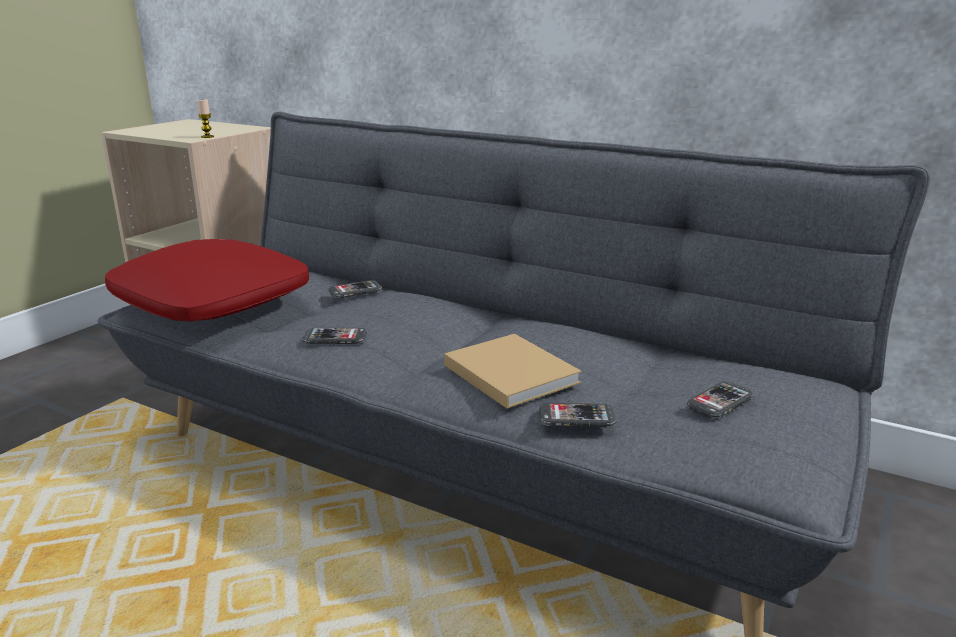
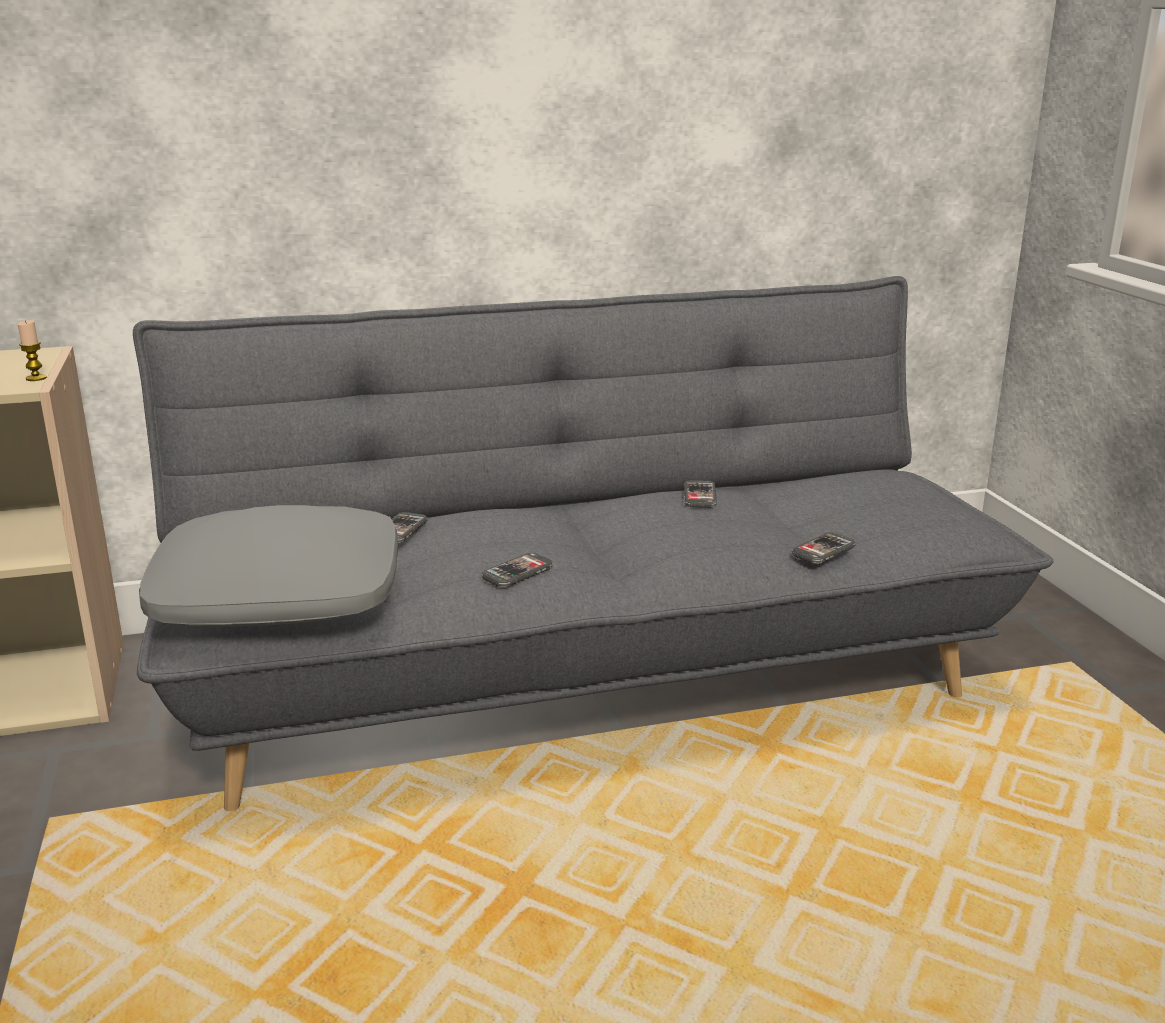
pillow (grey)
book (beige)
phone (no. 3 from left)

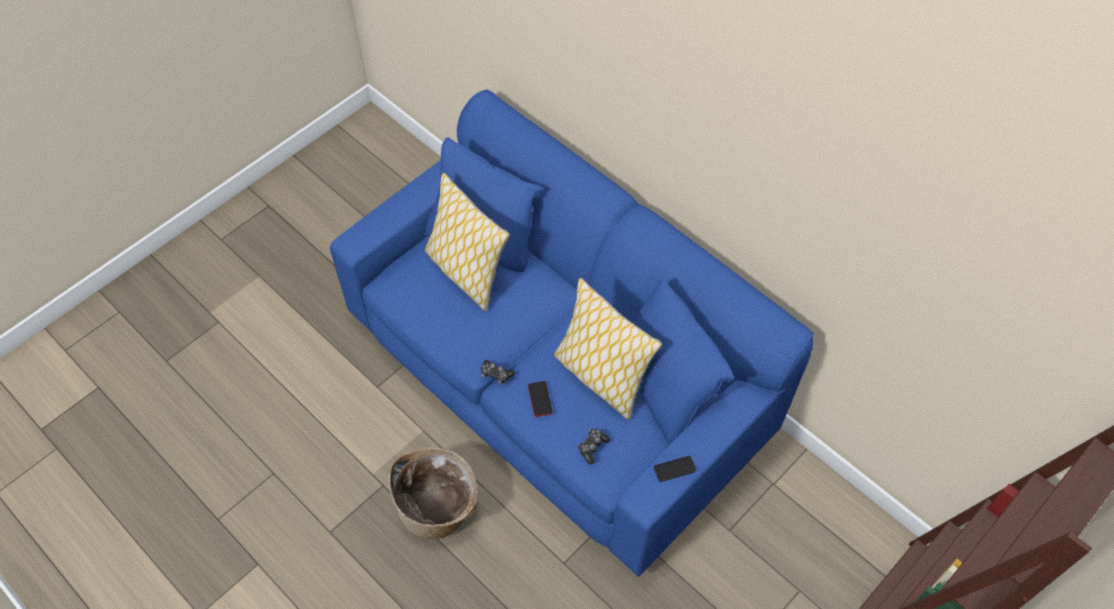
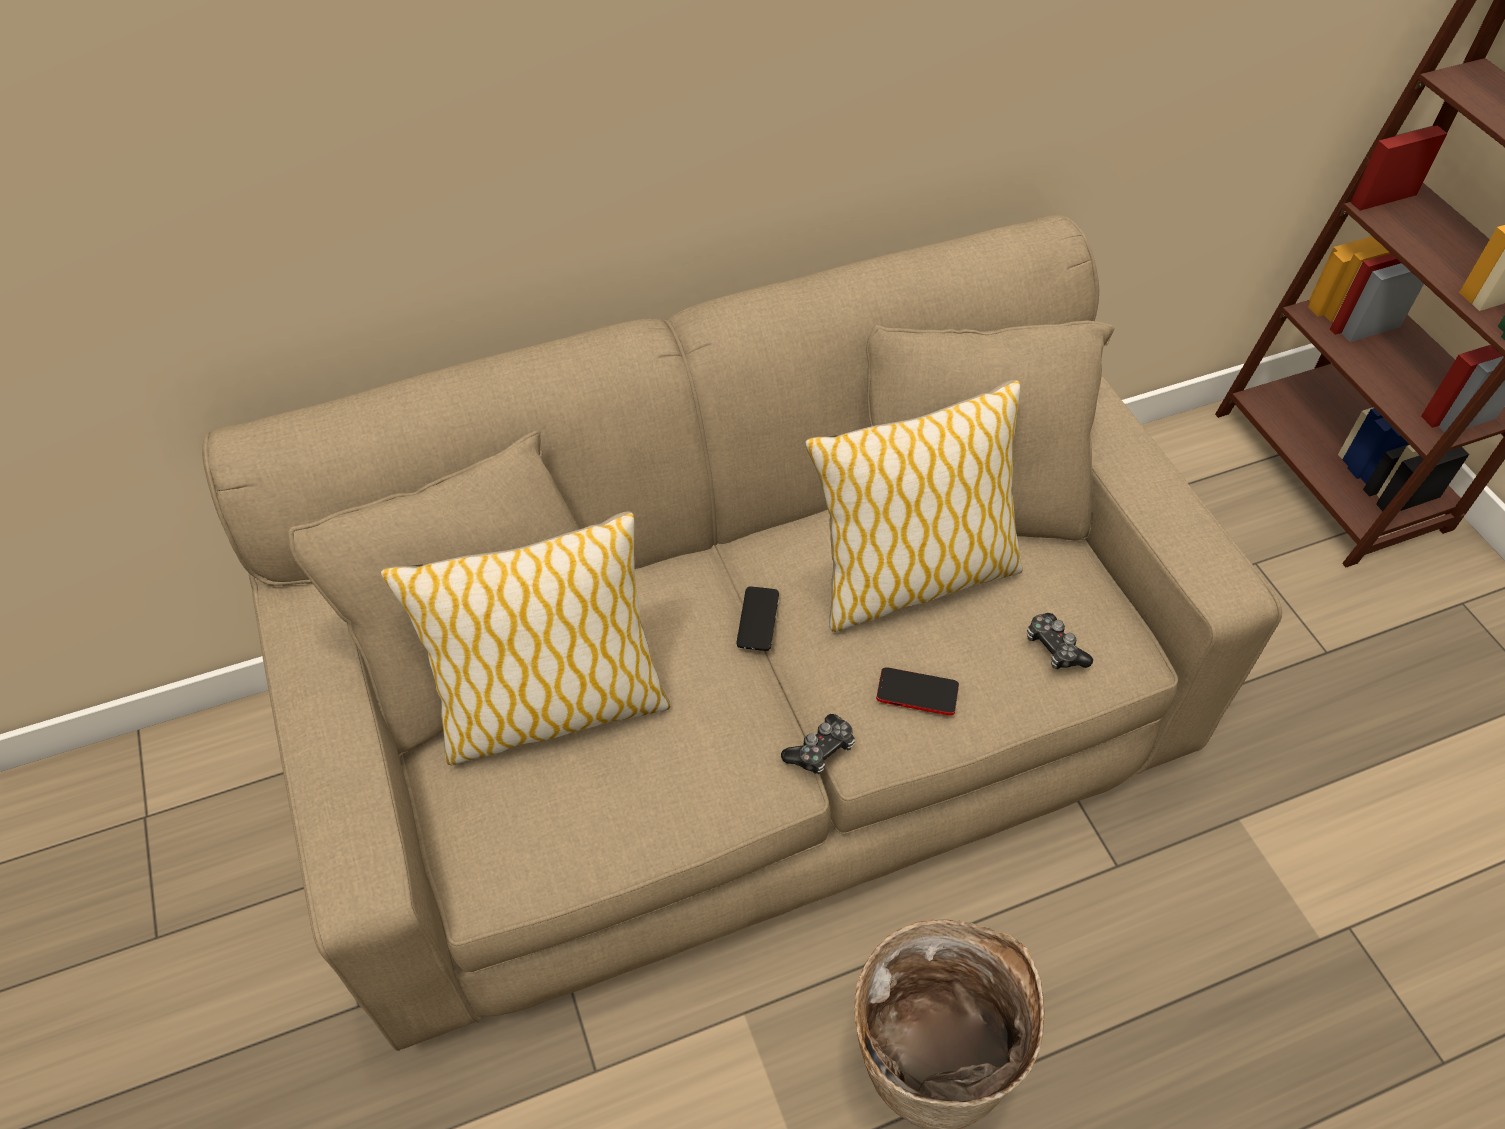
sofa (beige)
phone (no. 1 from left)

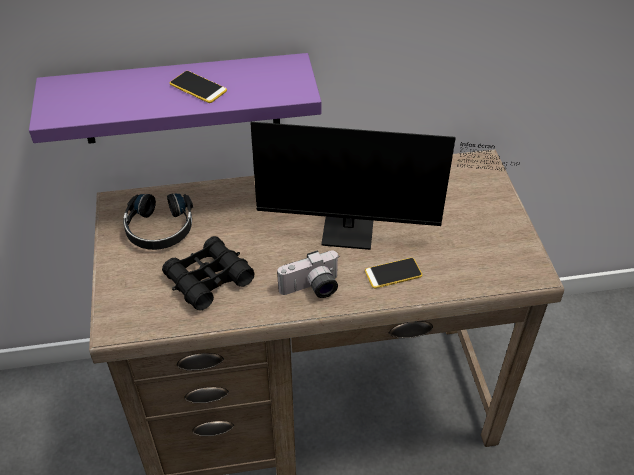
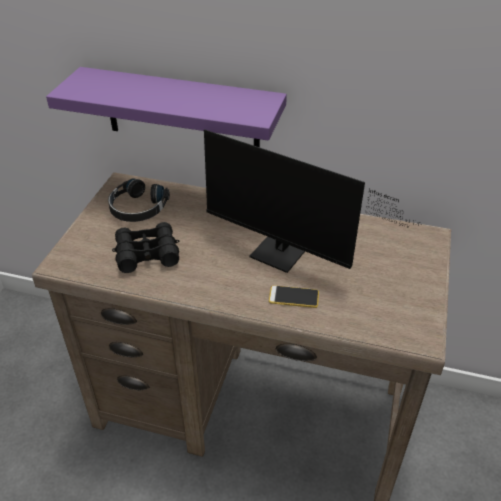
phone (no. 1 from left in the first image)
photo camera

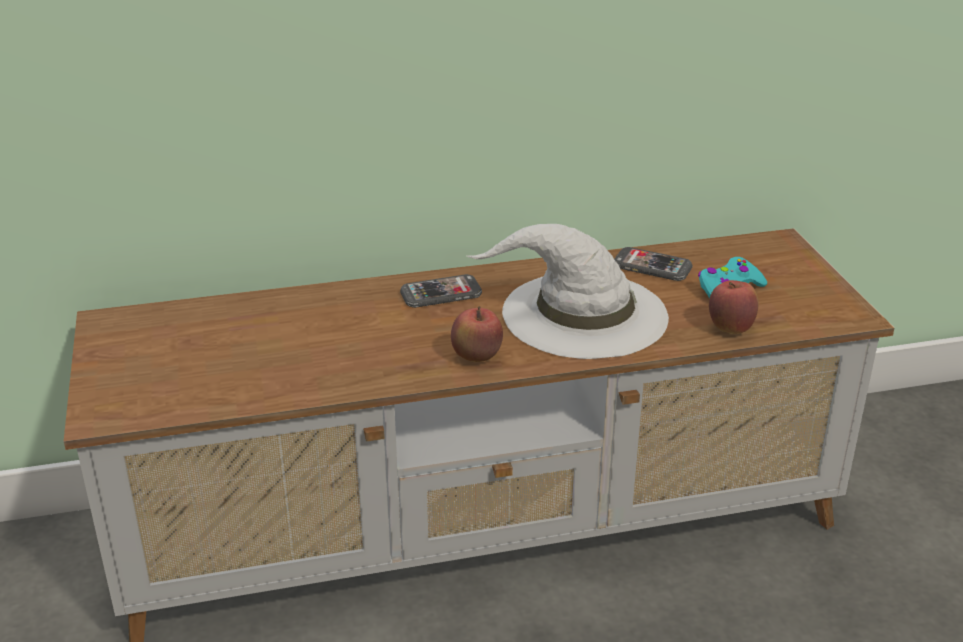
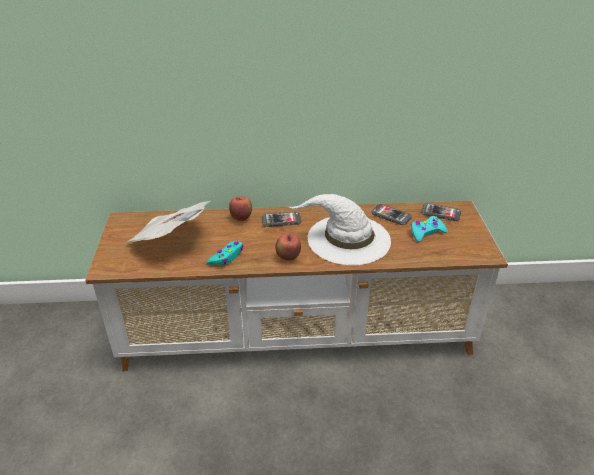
apple (no. 1 from left)
newspaper
phone (no. 3 from left)
game controller (turquoise) (no. 1 from left)

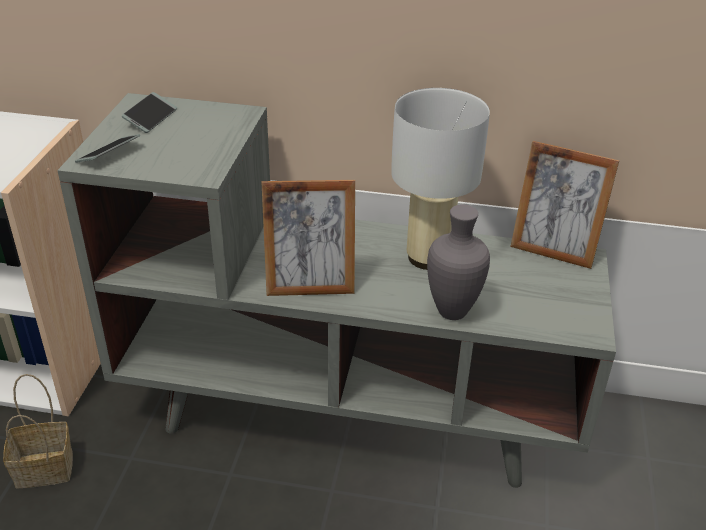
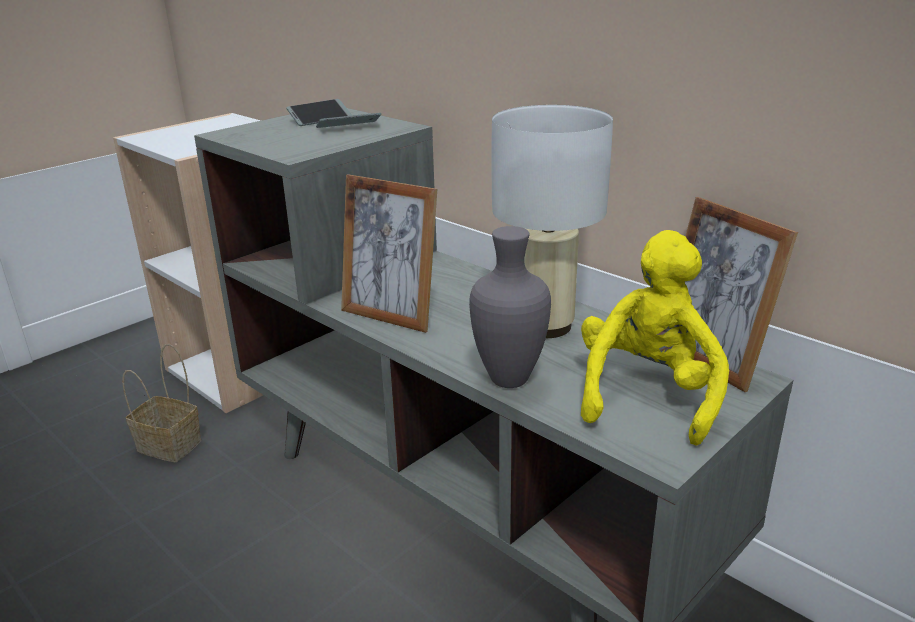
phone (no. 2 from left)
plush toy (yellow)

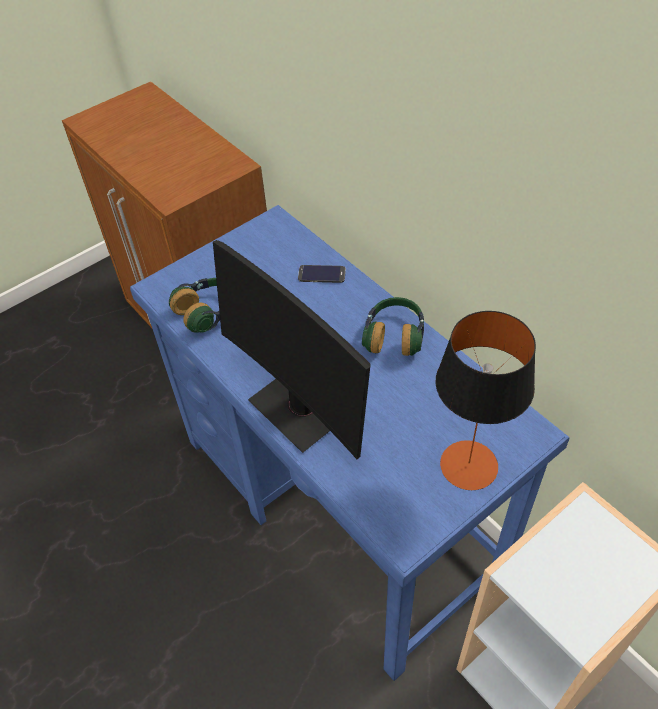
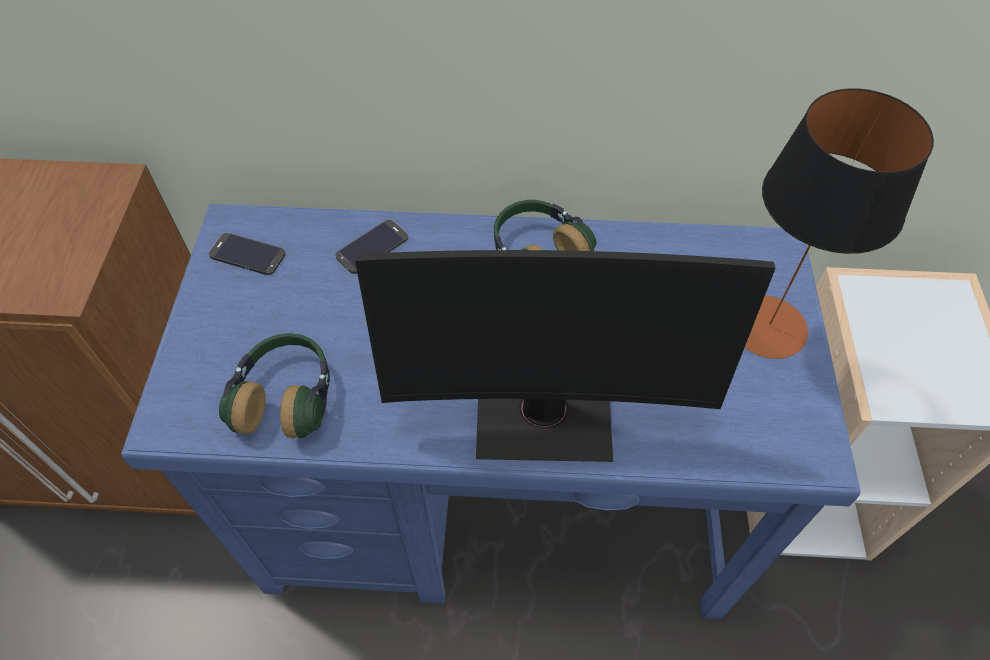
phone (no. 1 from left)

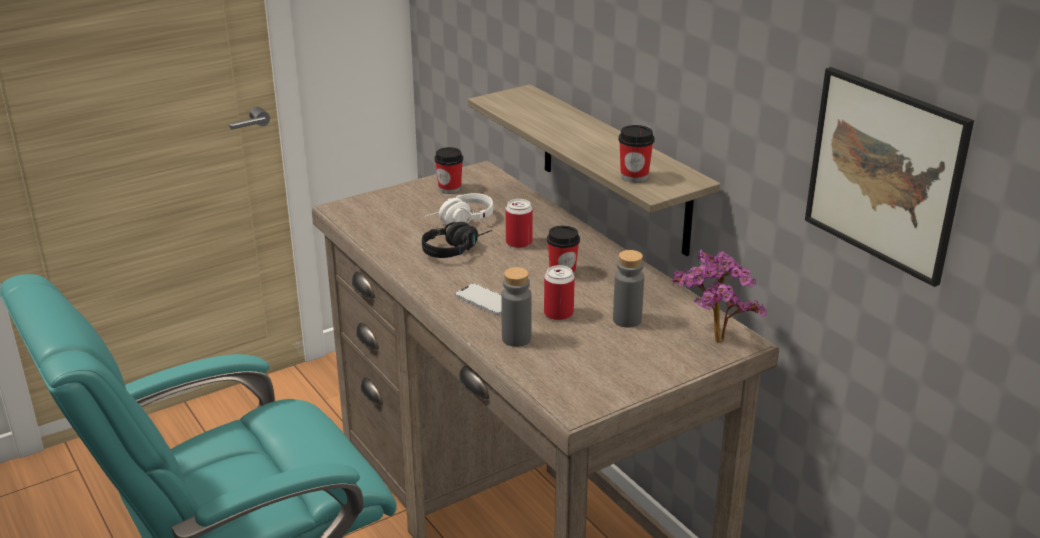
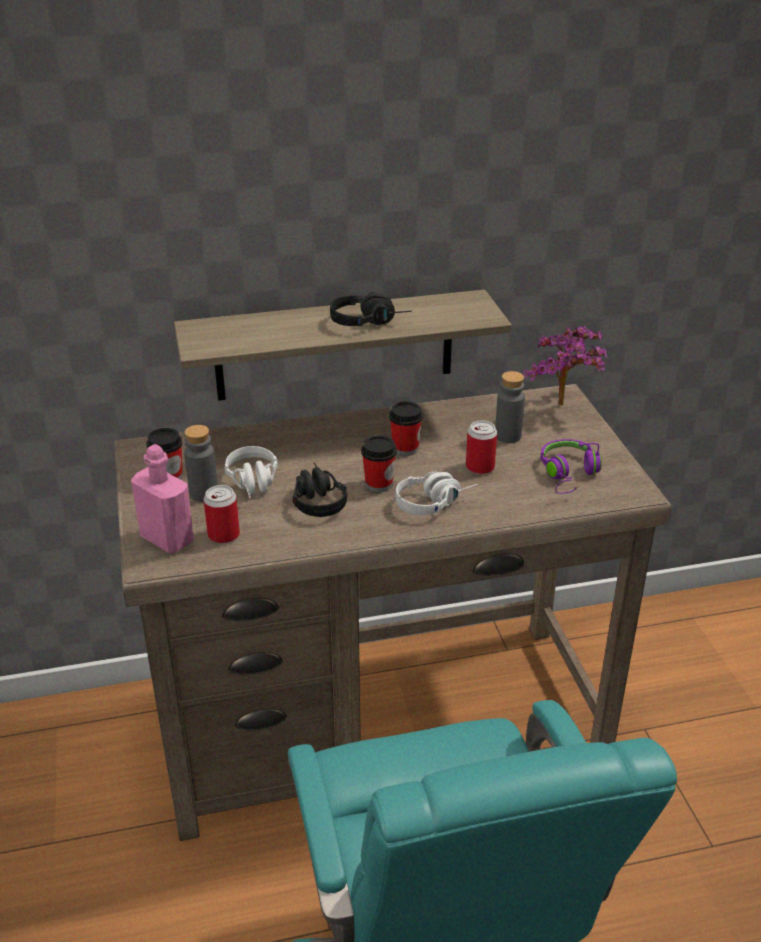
picture
cup (no. 2 from left)
can (no. 1 from left)
bottle (grey) (no. 1 from left)
headphones (white) (no. 2 from left)
headphones (black) (no. 2 from left)
headphones (purple)
bottle (pink)

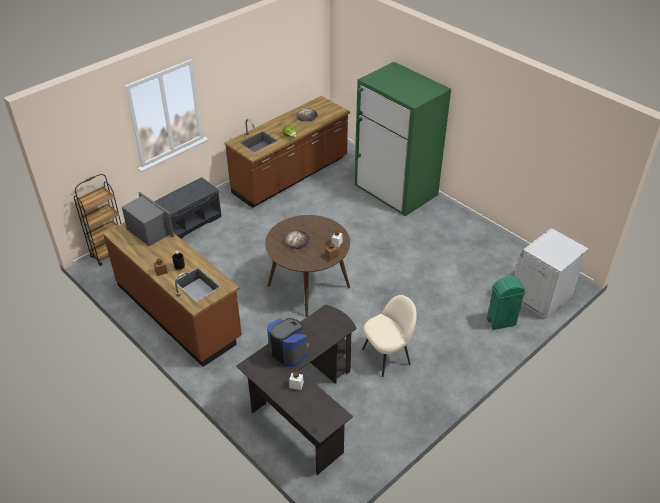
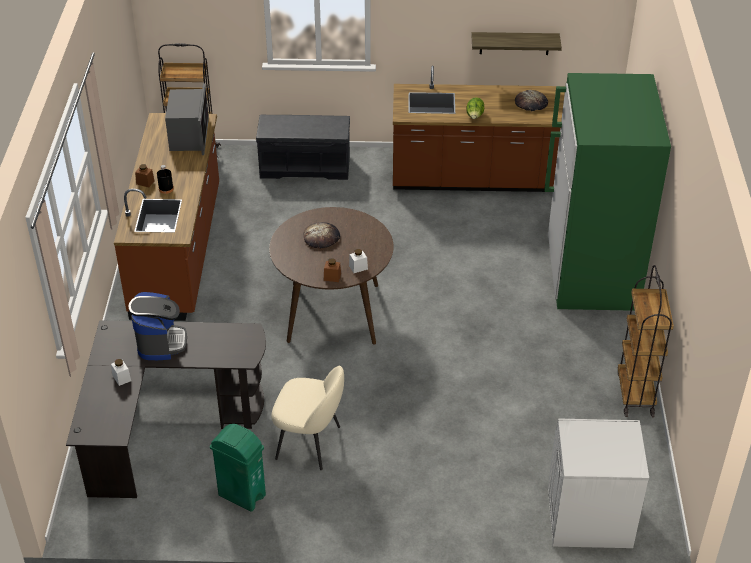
trash can (green)
shelf
cart (brown) (no. 2 from left)

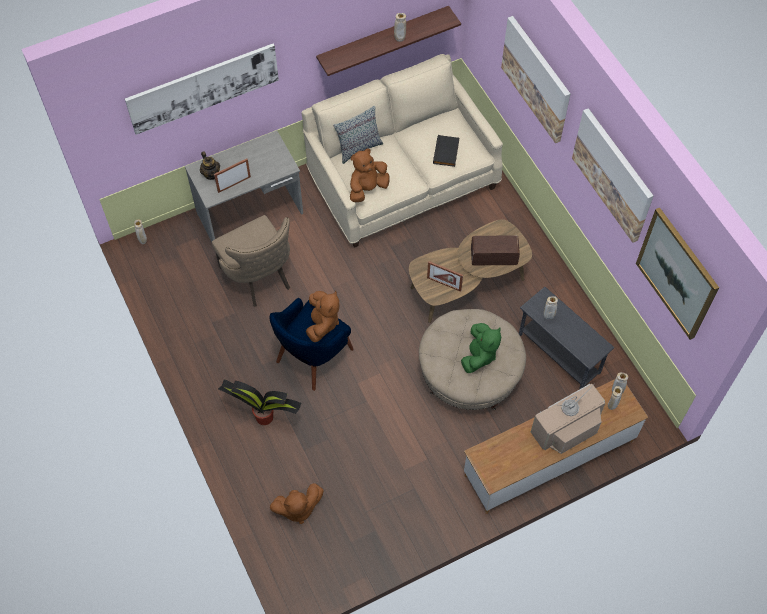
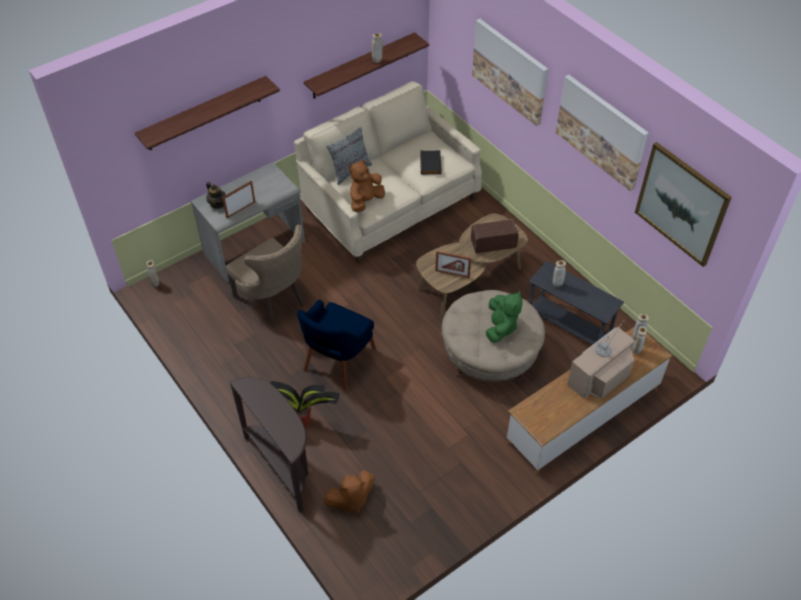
shelf (no. 1 from left)
plush toy (brown) (no. 2 from left in the first image)
console table (brown)

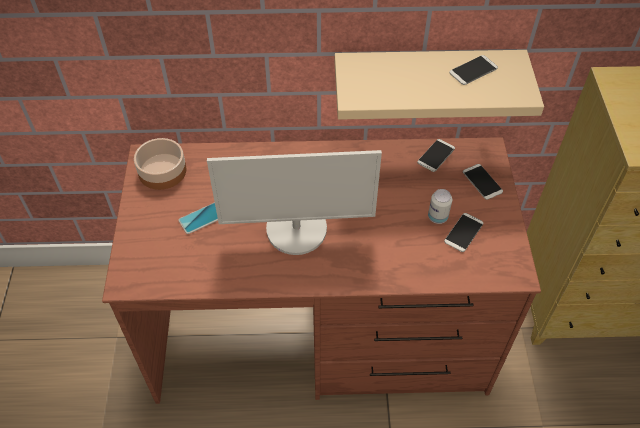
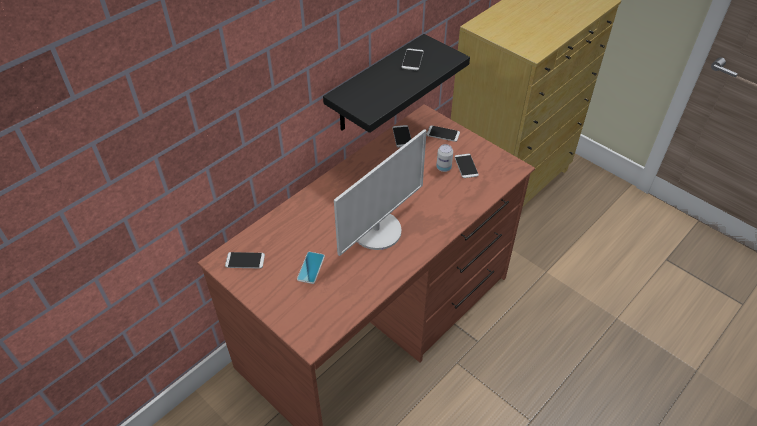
shelf (black)
phone (no. 1 from left)

